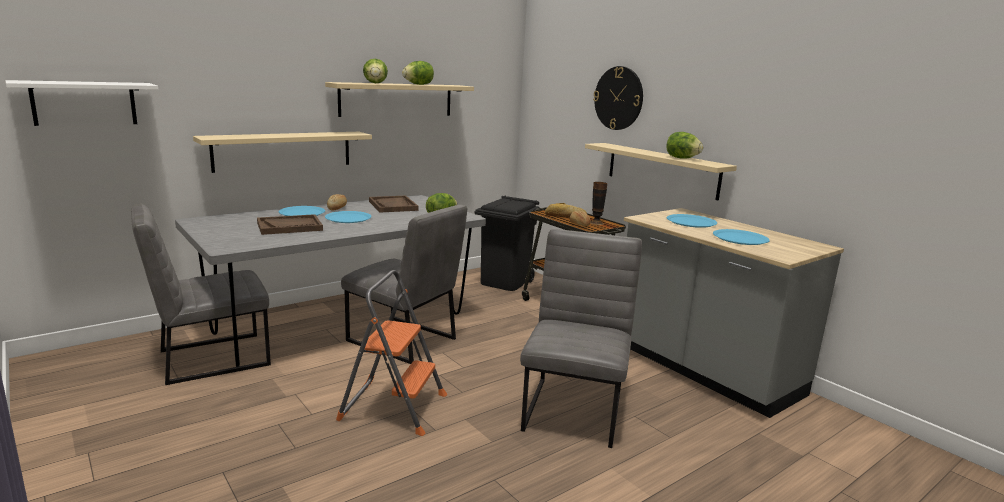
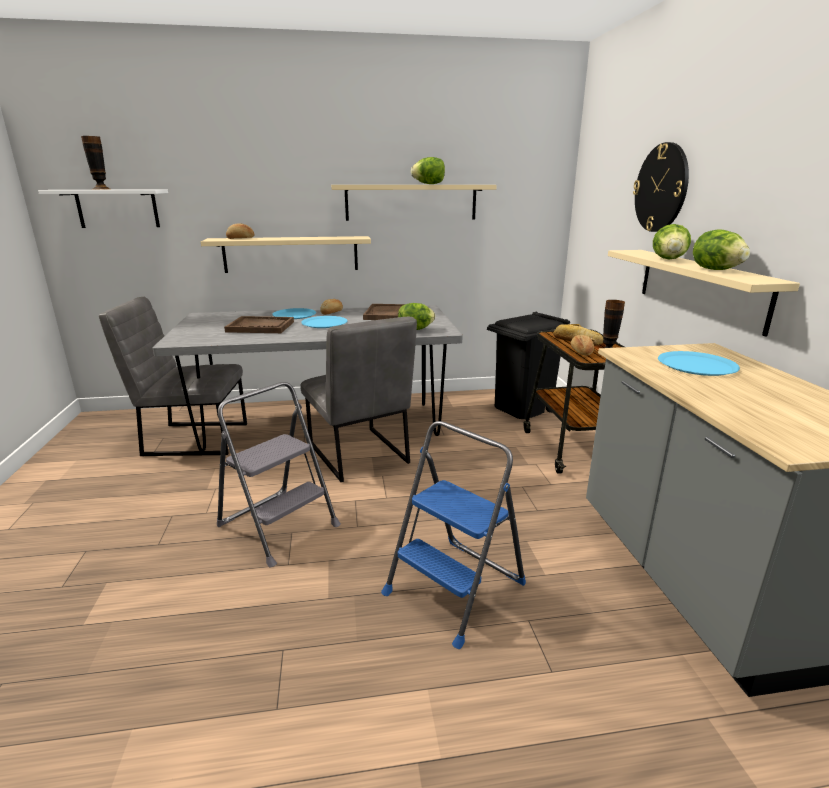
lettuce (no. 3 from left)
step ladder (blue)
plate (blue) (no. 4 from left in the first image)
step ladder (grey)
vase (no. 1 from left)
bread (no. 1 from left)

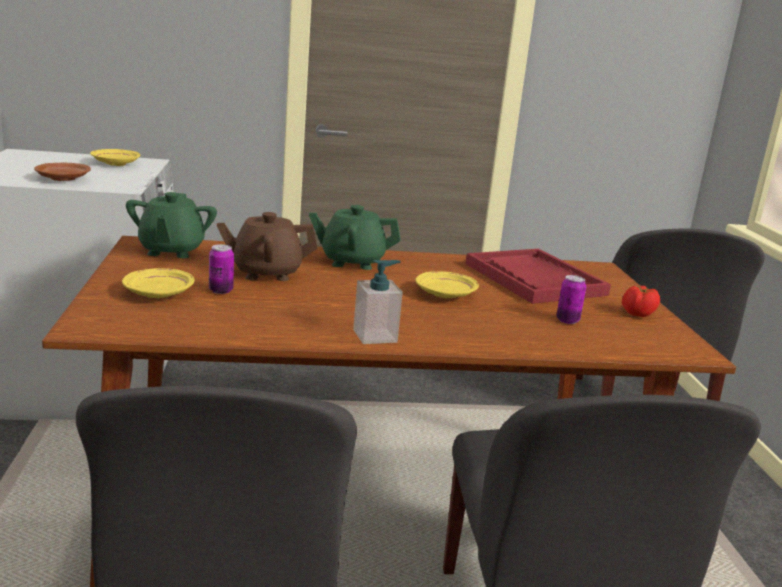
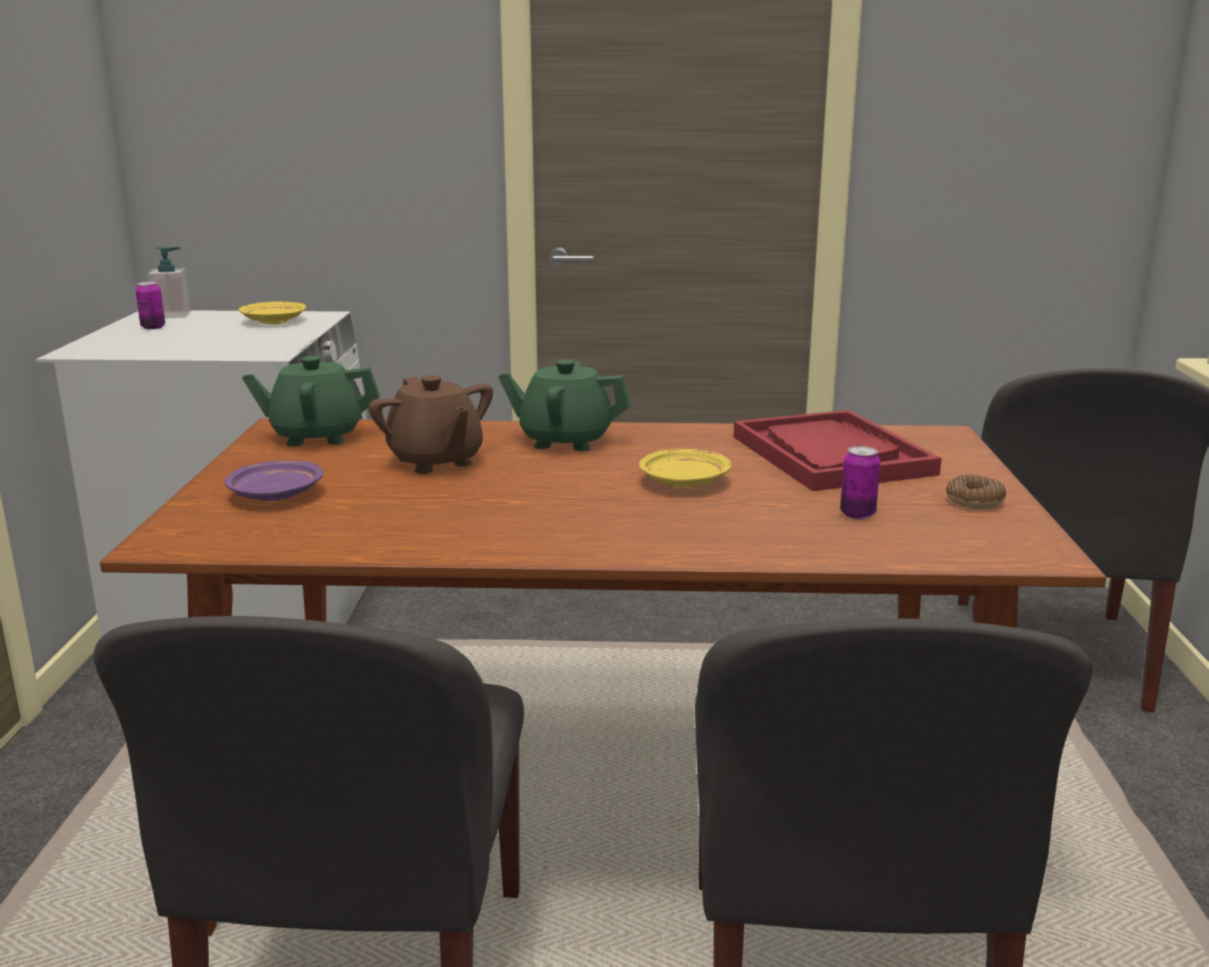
plate (brown)
teapot (green) (no. 1 from left)
teapot (brown)
can (no. 1 from left)
soap dispenser
plate (purple)
donut

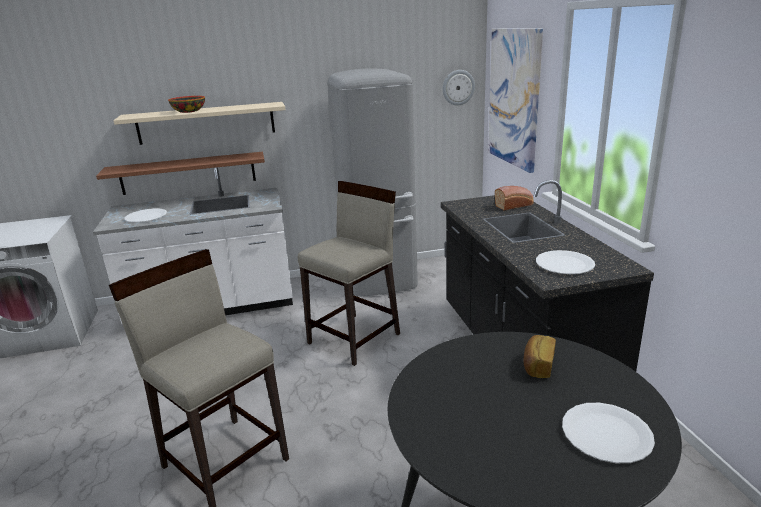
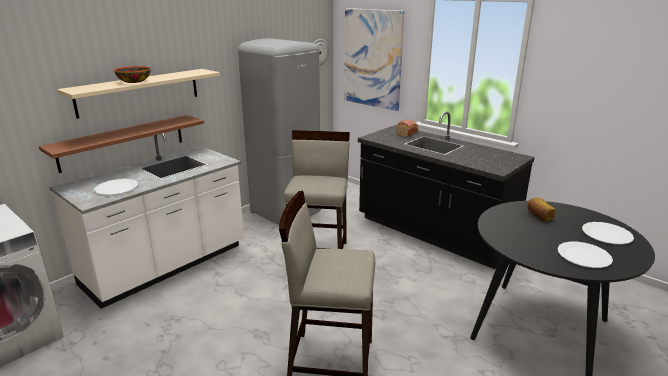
plate (white) (no. 2 from left)

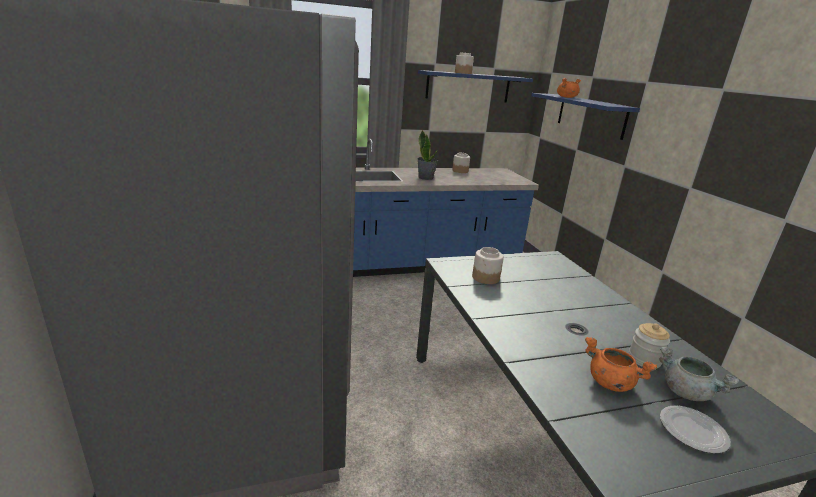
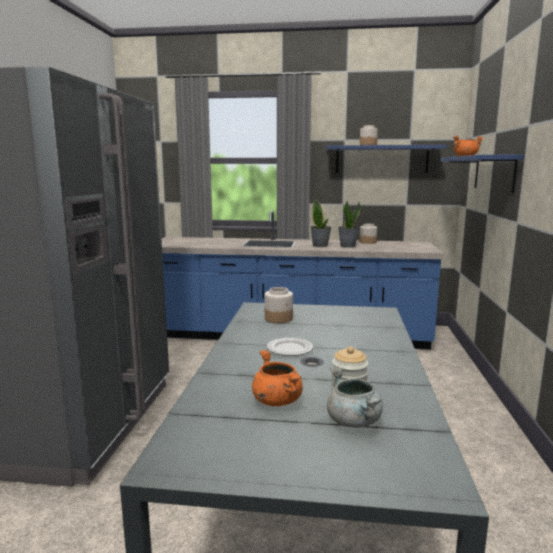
plate
potted plant (no. 2 from left)

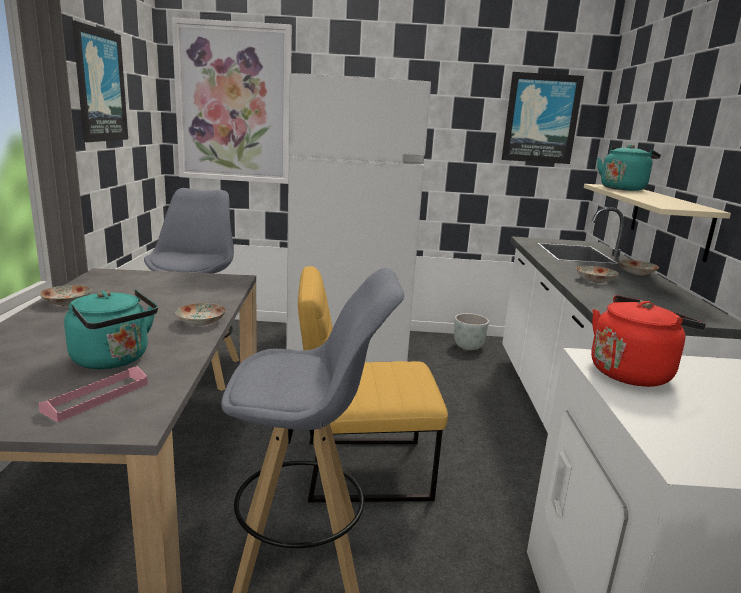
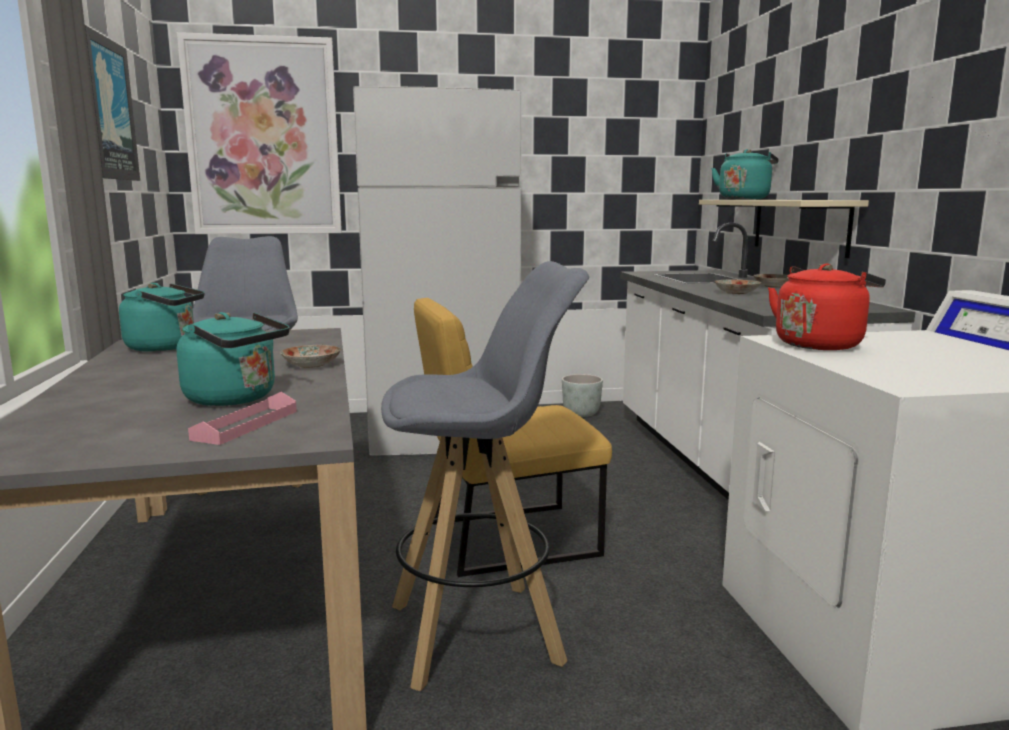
picture (no. 3 from left in the first image)
plate (no. 1 from left in the first image)
kettle (turquoise) (no. 1 from left)

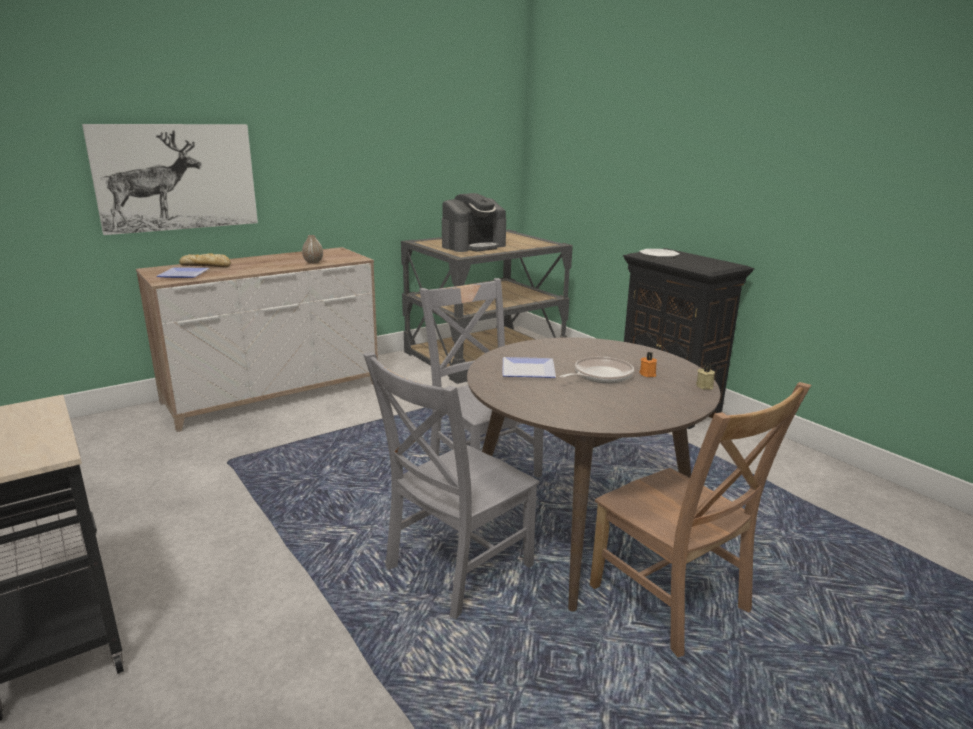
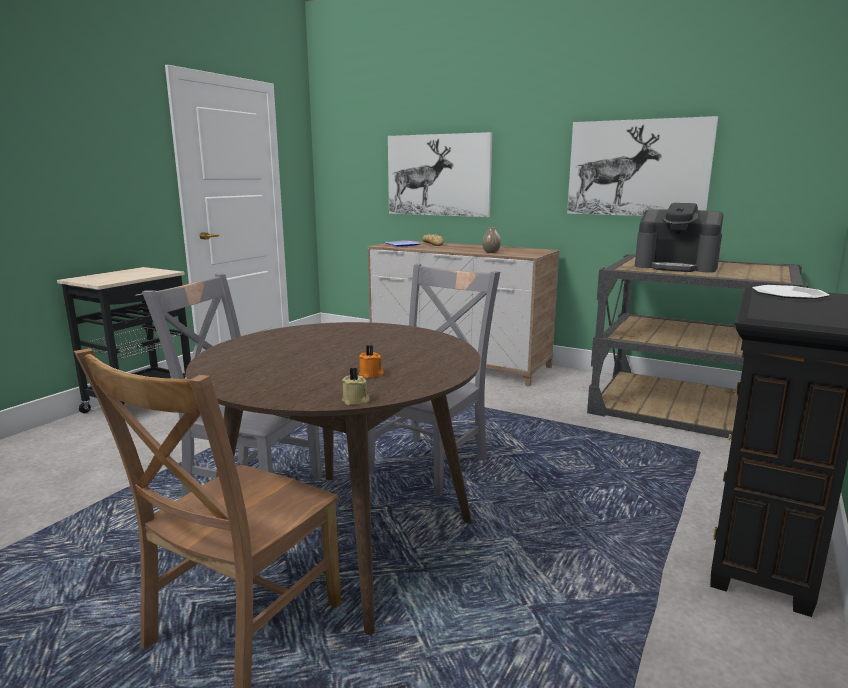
frying pan
plate (no. 2 from left in the first image)
picture (no. 2 from left)

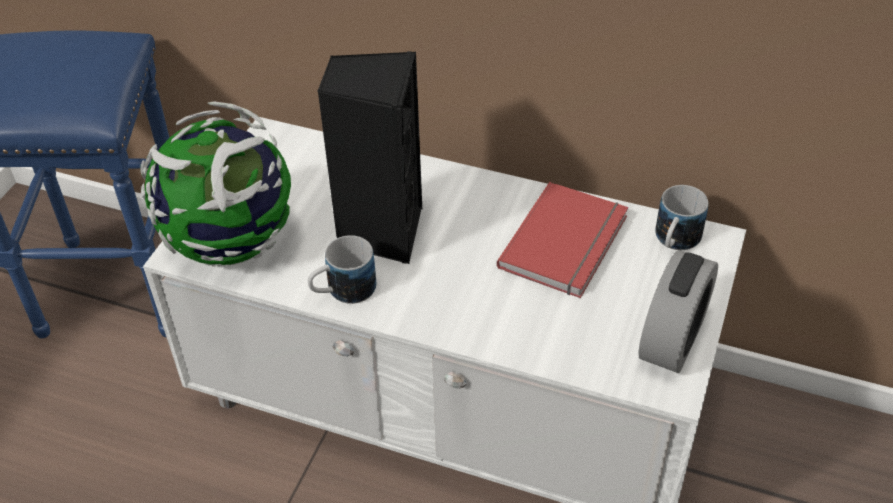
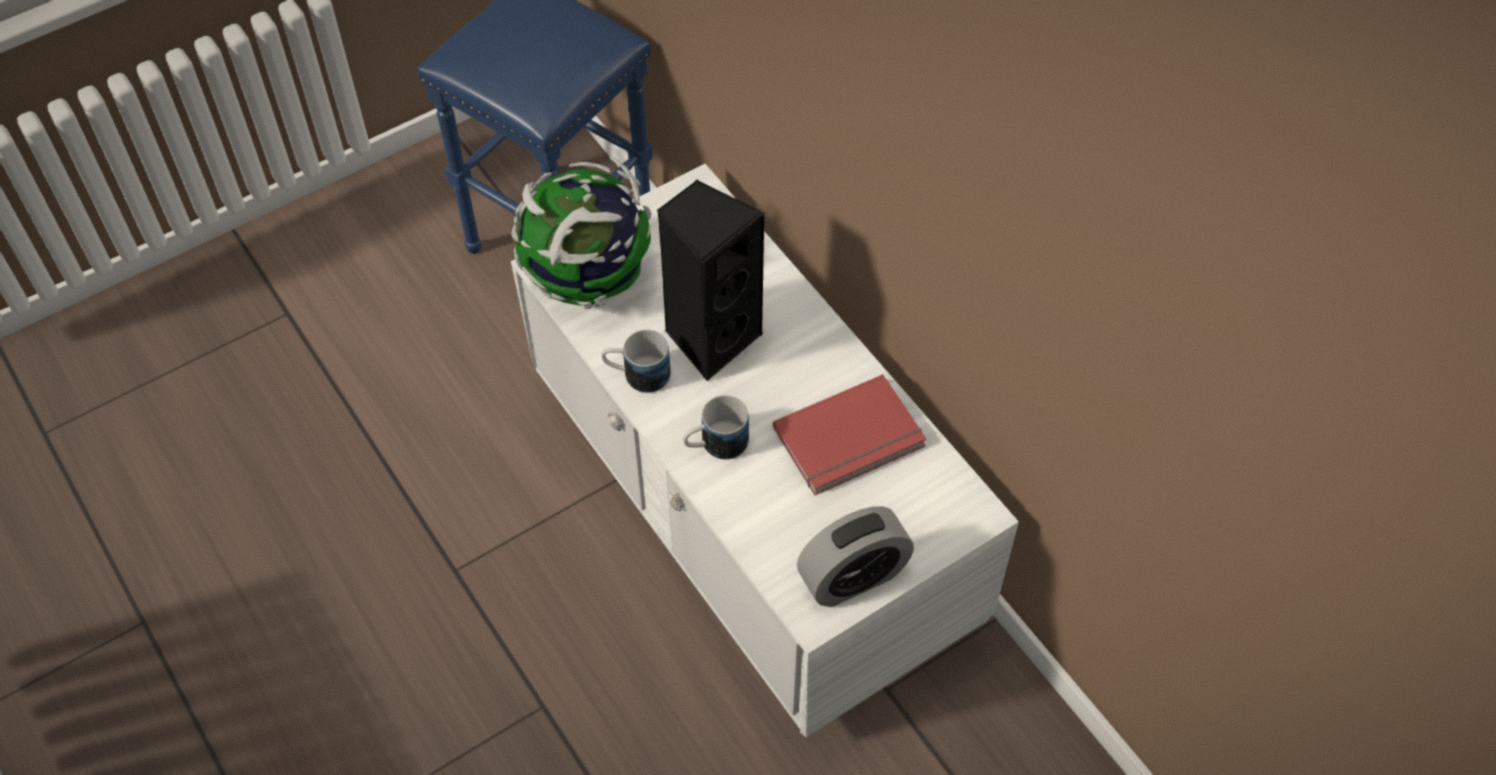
mug (no. 2 from left)

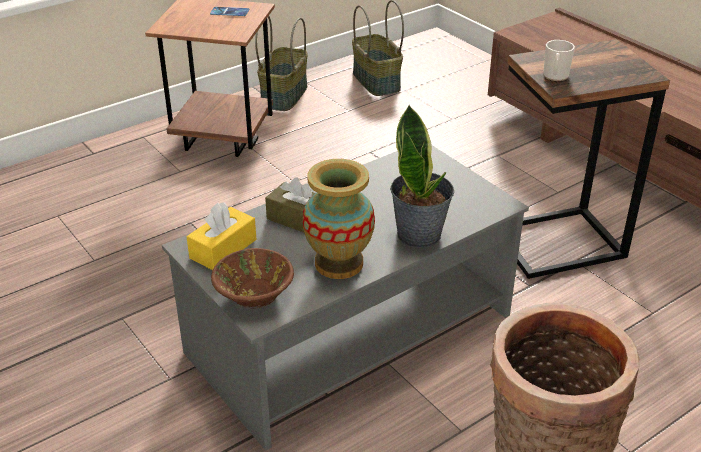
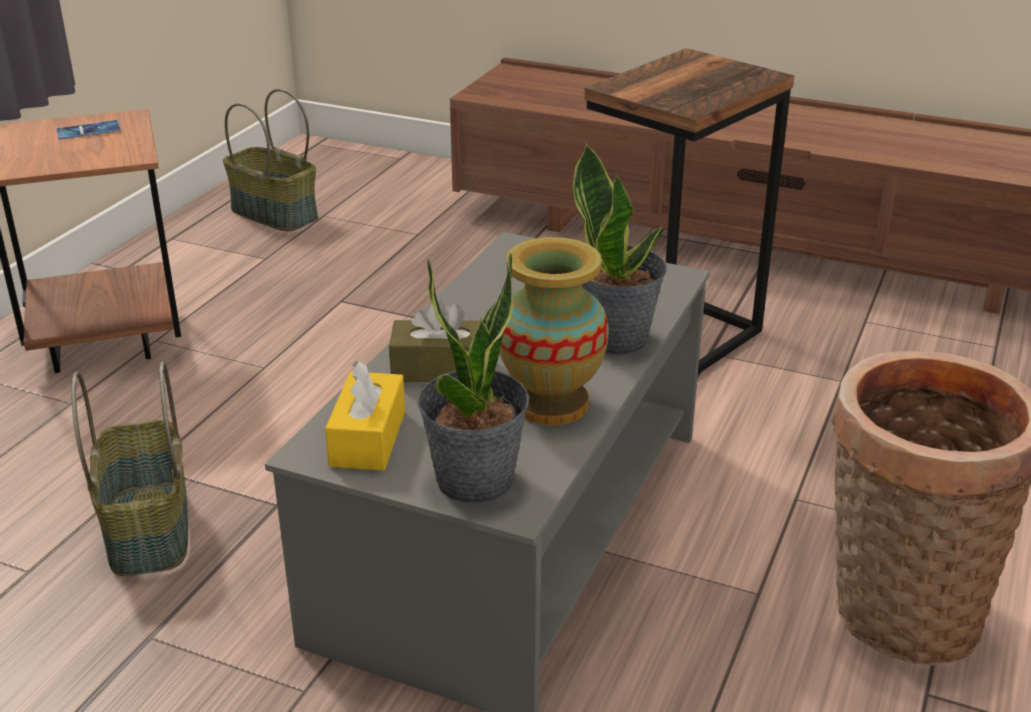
basket (no. 1 from left)
mug
potted plant (no. 1 from left)

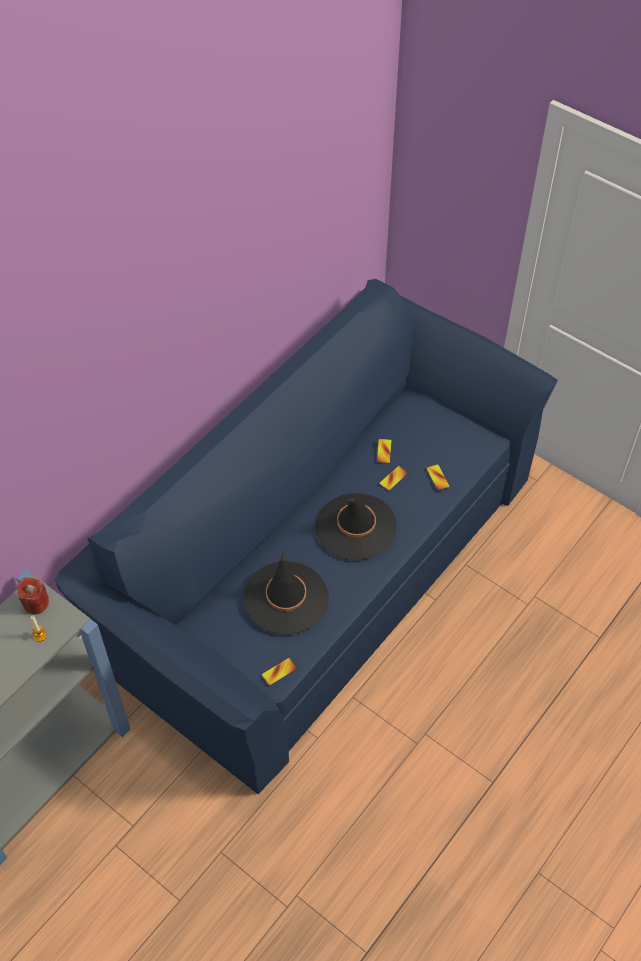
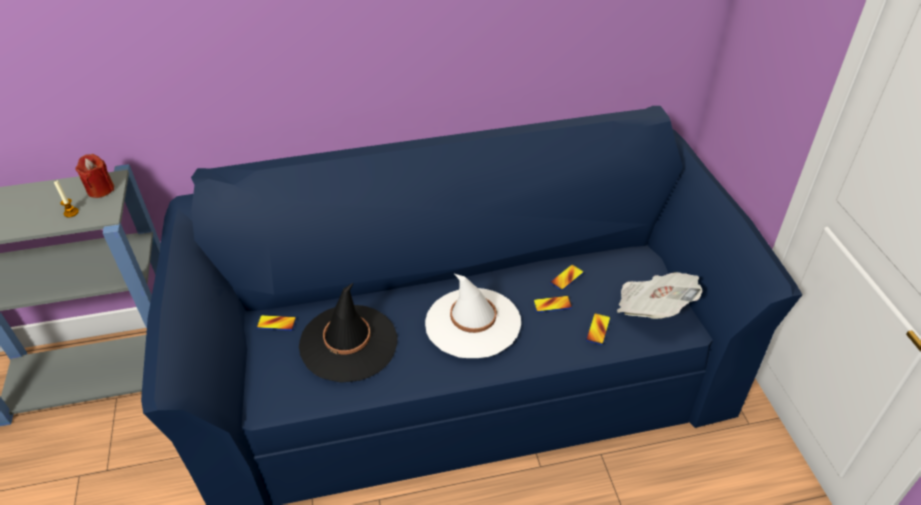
hat (white)
phone (no. 1 from left)
newspaper

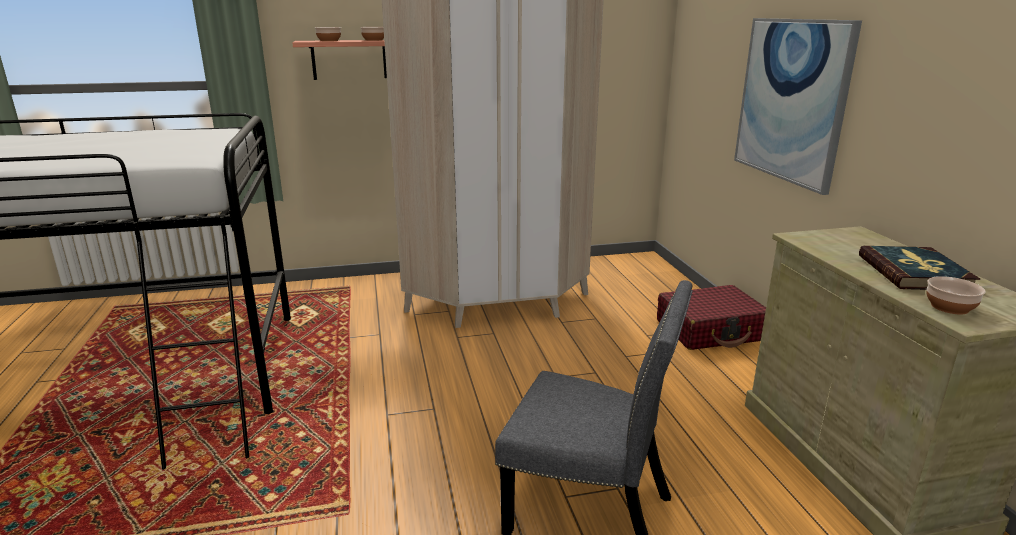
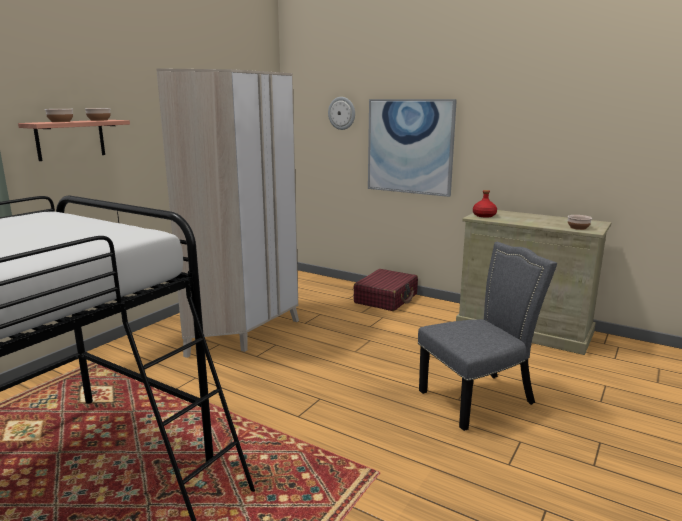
book
wall clock
bottle (red)

